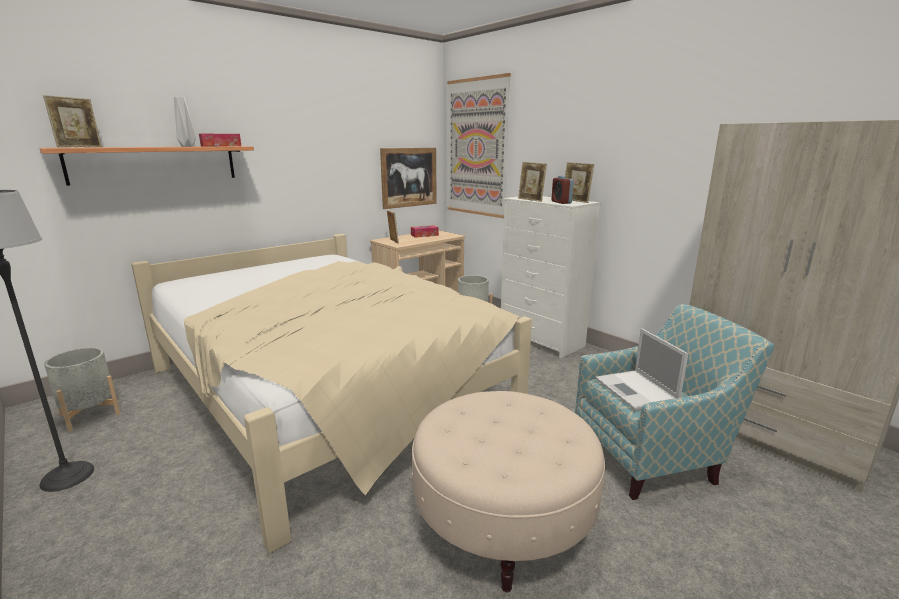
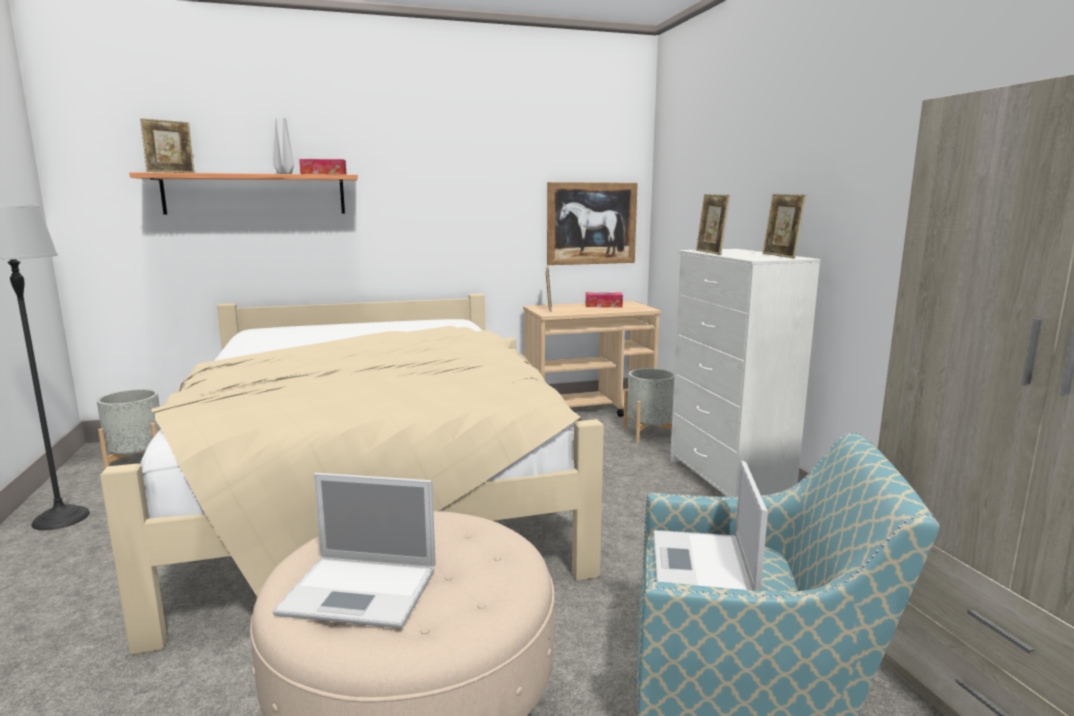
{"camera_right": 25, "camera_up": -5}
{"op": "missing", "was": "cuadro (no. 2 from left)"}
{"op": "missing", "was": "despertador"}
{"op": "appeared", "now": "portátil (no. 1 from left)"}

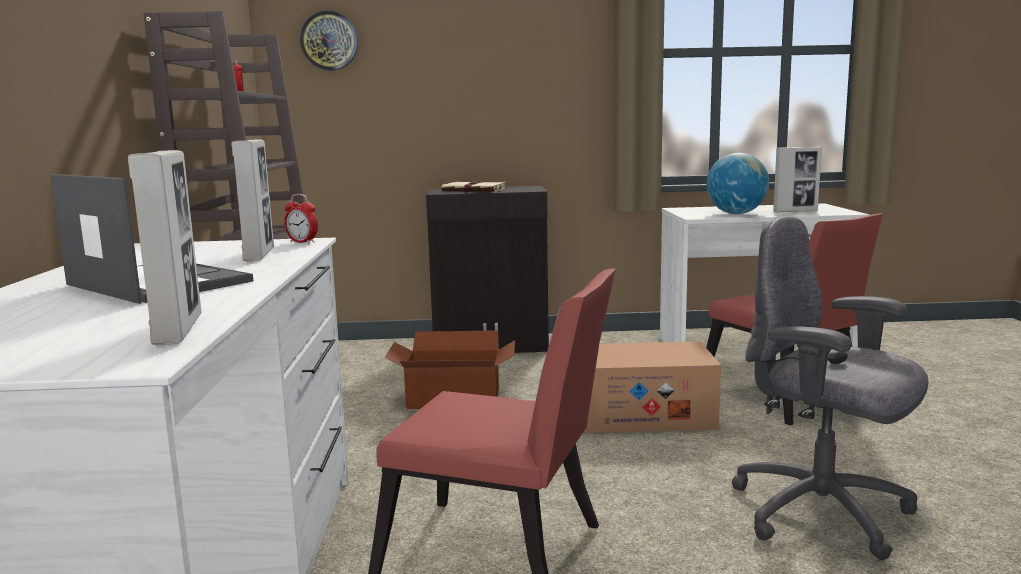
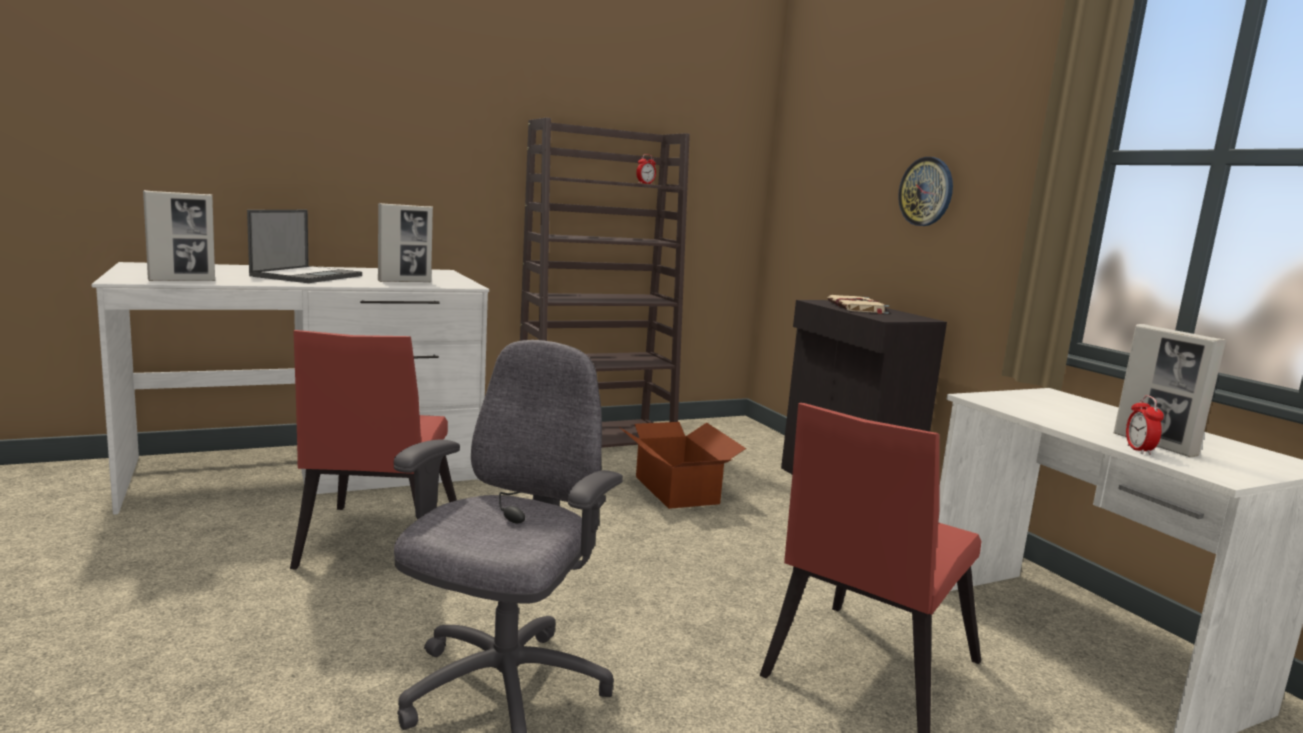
{"camera_right": 65, "camera_up": 0}
{"op": "missing", "was": "caja de cartón (no. 2 from left)"}
{"op": "missing", "was": "globo terráqueo"}
{"op": "relocated", "was": "despertador (no. 2 from left)"}
{"op": "relocated", "was": "reloj de pared"}

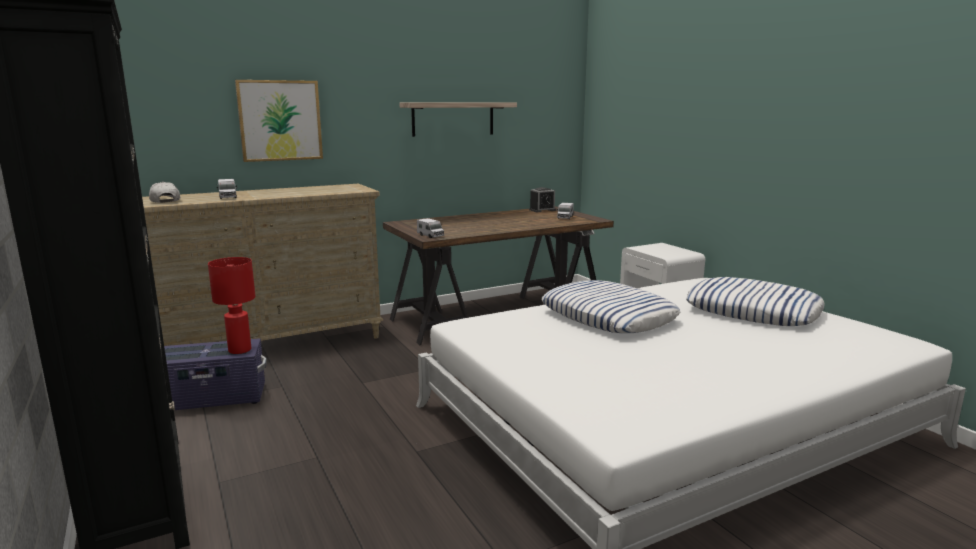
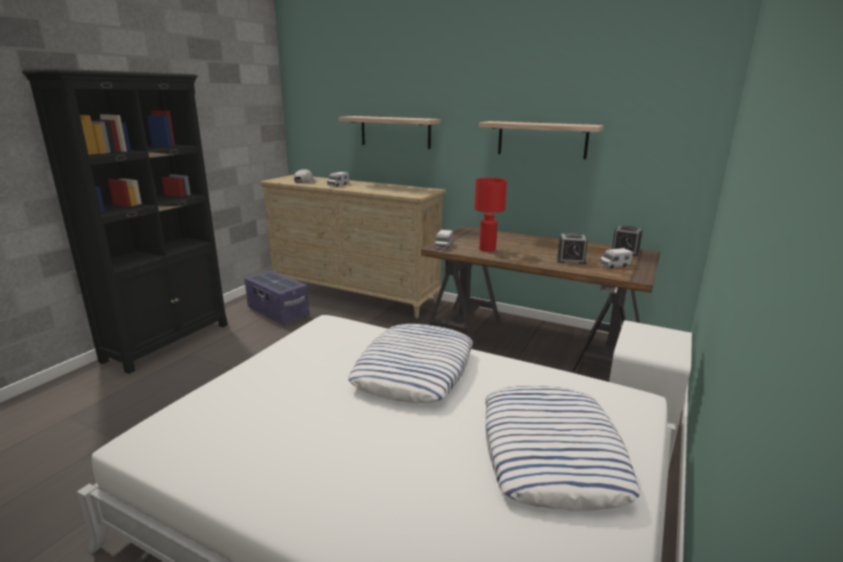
{"camera_right": 55, "camera_up": 5}
{"op": "appeared", "now": "despertador (no. 1 from left)"}
{"op": "relocated", "was": "lámpara de mesa [rojo]"}
{"op": "exchanged", "was": "cuadro", "now": "estante (no. 1 from left)"}

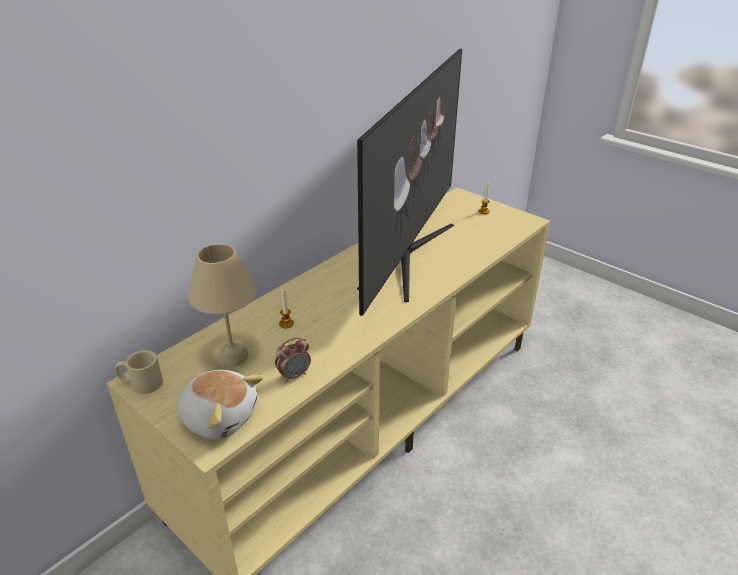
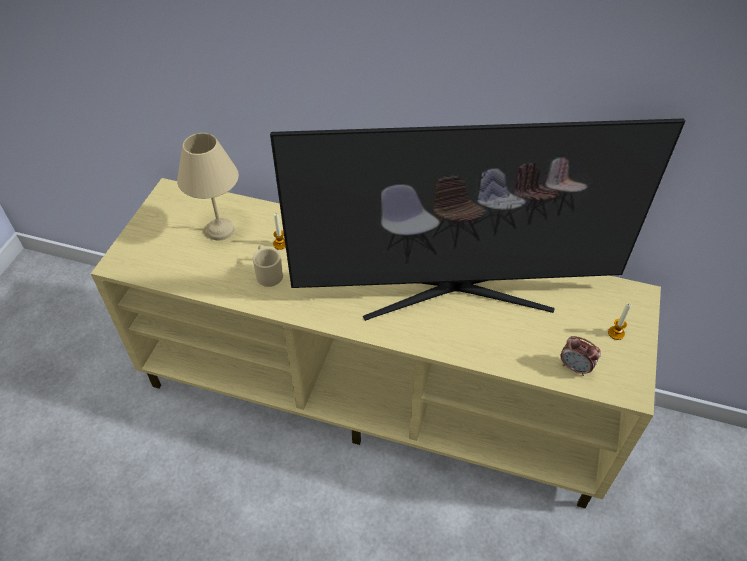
{"camera_right": 65, "camera_up": 15}
{"op": "missing", "was": "peluche"}
{"op": "relocated", "was": "taza grande [beis]"}
{"op": "relocated", "was": "despertador"}

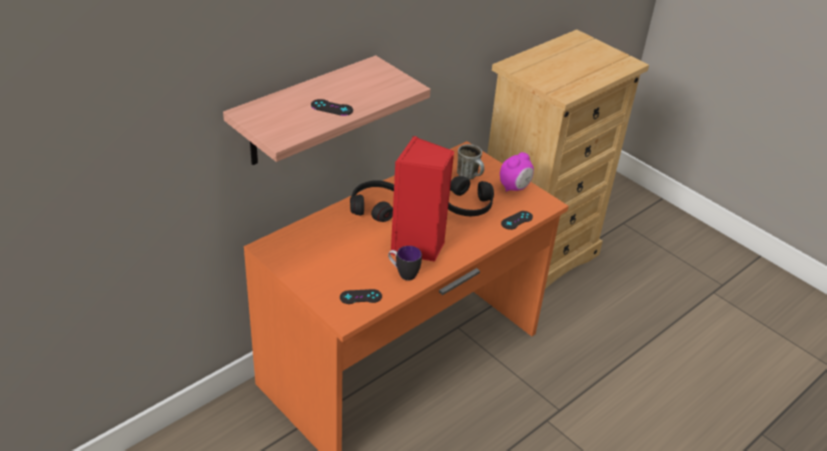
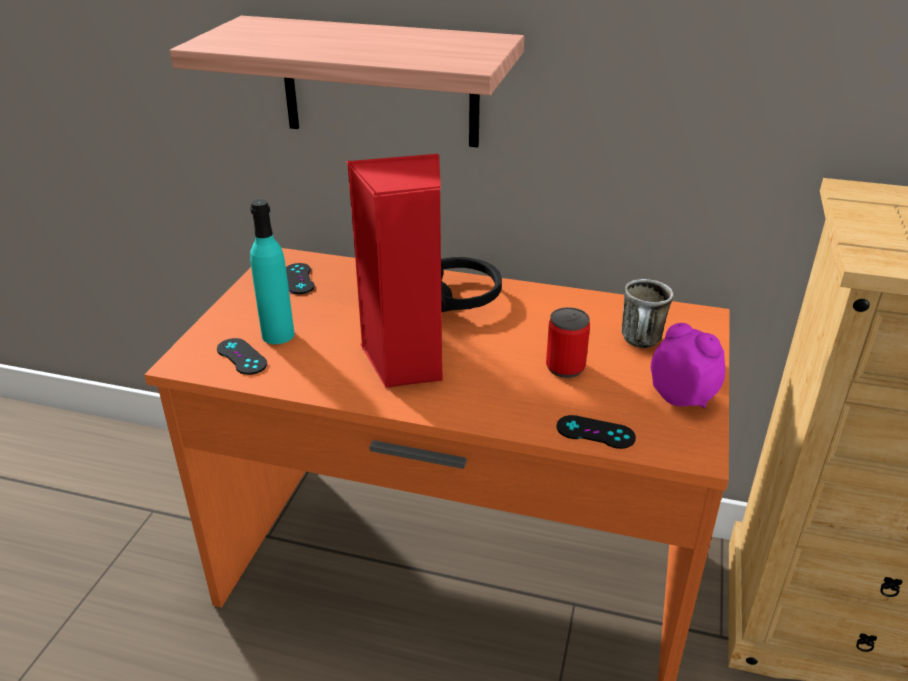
{"camera_right": 60, "camera_up": -5}
{"op": "missing", "was": "taza grande (no. 1 from left)"}
{"op": "appeared", "now": "botella [turquesa]"}
{"op": "relocated", "was": "mando de consola [negro] (no. 1 from left in the first image)", "now": "mando de consola [negro] (no. 2 from left)"}
{"op": "exchanged", "was": "auriculares [negro] (no. 2 from left)", "now": "lata"}
{"op": "spun", "was": "despertador", "clockwise": -150}

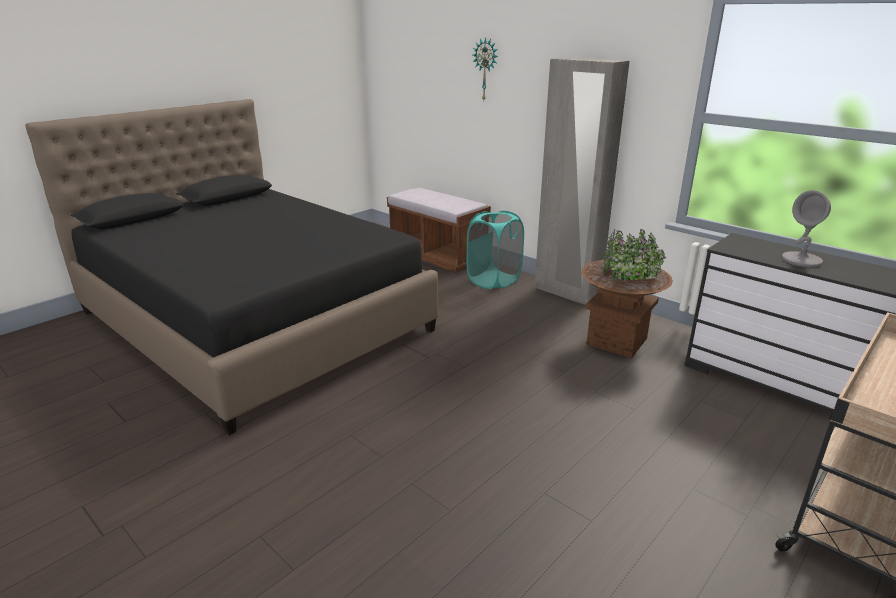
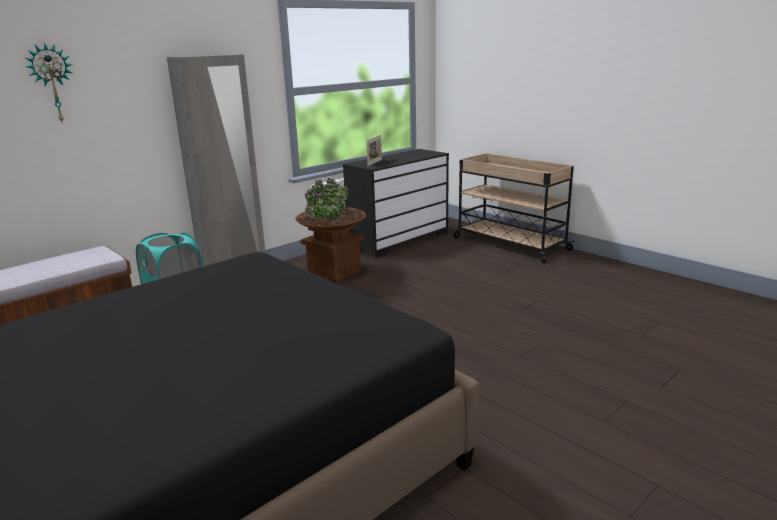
{"camera_right": -85, "camera_up": -5}
{"op": "missing", "was": "lámpara de mesa [gris]"}
{"op": "appeared", "now": "portarretratos"}

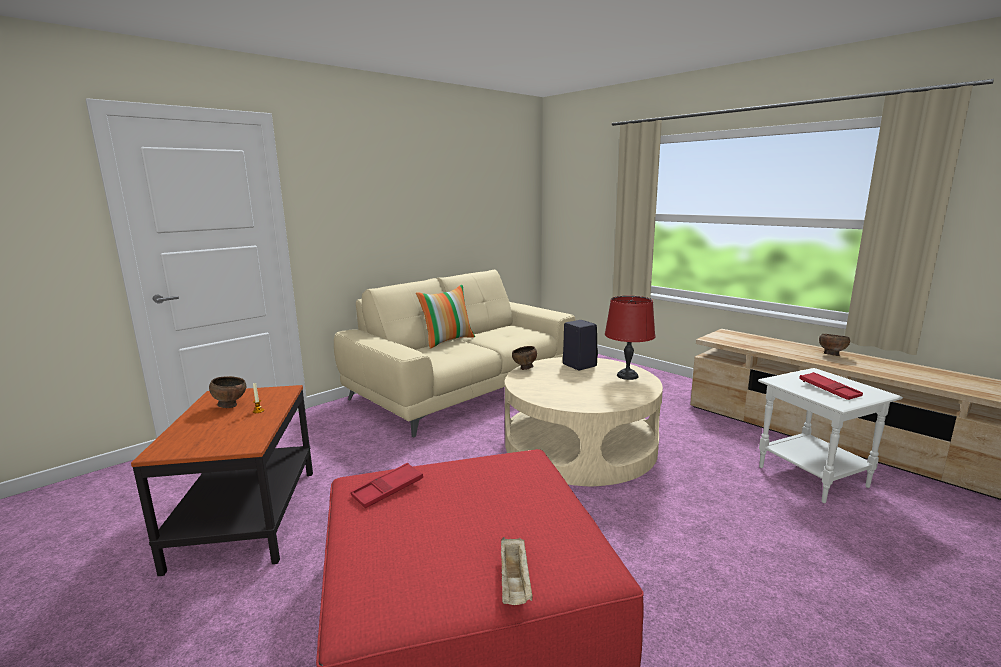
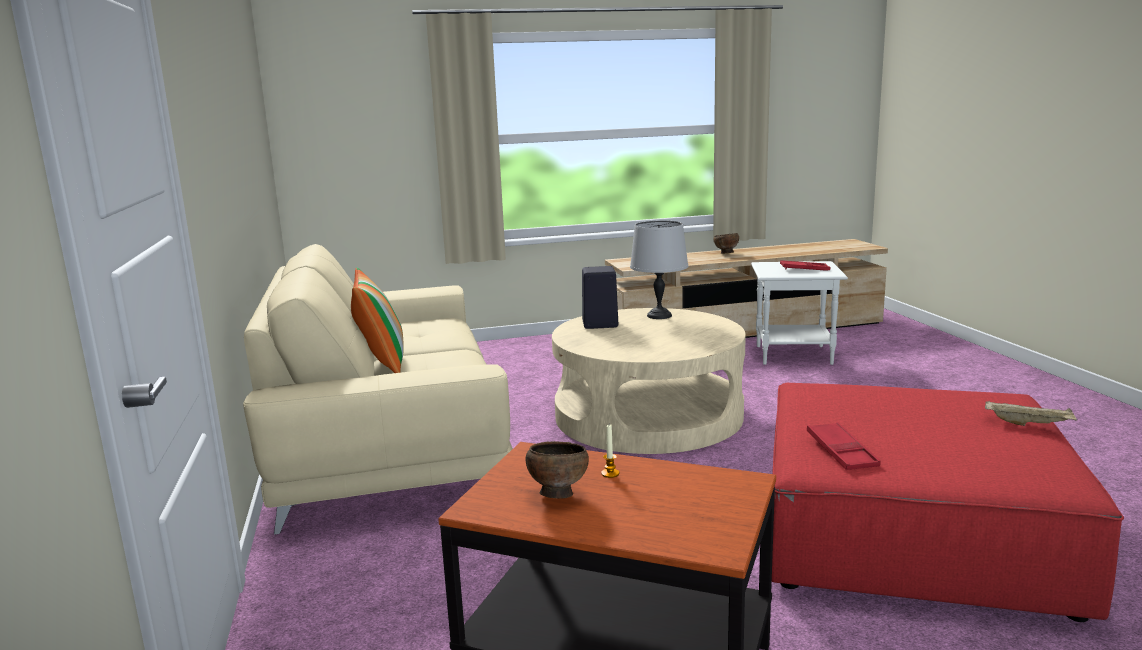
{"camera_right": -60, "camera_up": 0}
{"op": "missing", "was": "cuenco [marrón] (no. 2 from left)"}
{"op": "colour", "was": "lámpara de mesa [rojo]", "now": "lámpara de mesa [gris]"}

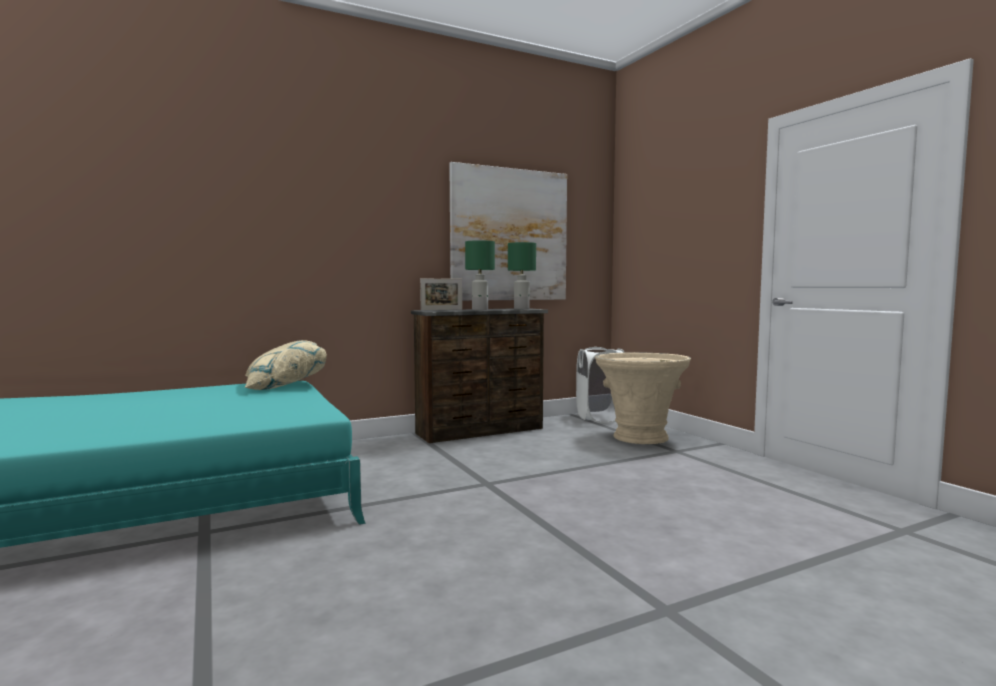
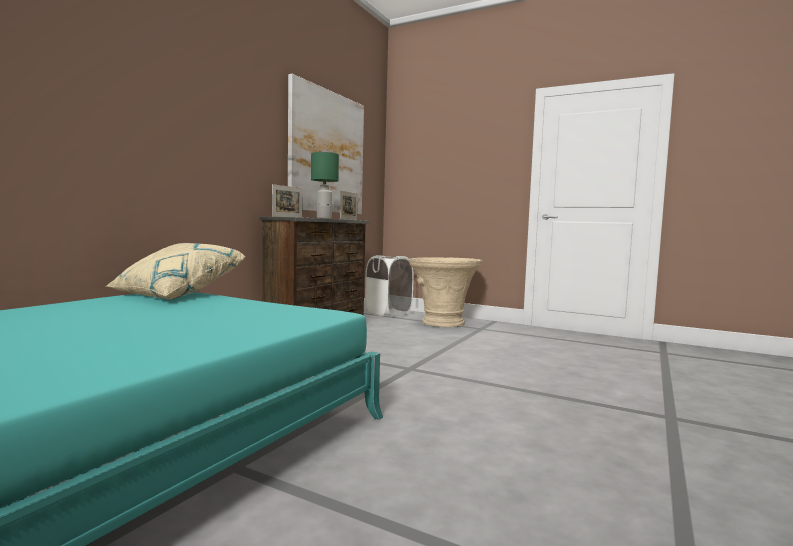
{"camera_right": -35, "camera_up": 0}
{"op": "exchanged", "was": "lámpara de mesa [verde] (no. 2 from left)", "now": "portarretratos (no. 2 from left)"}

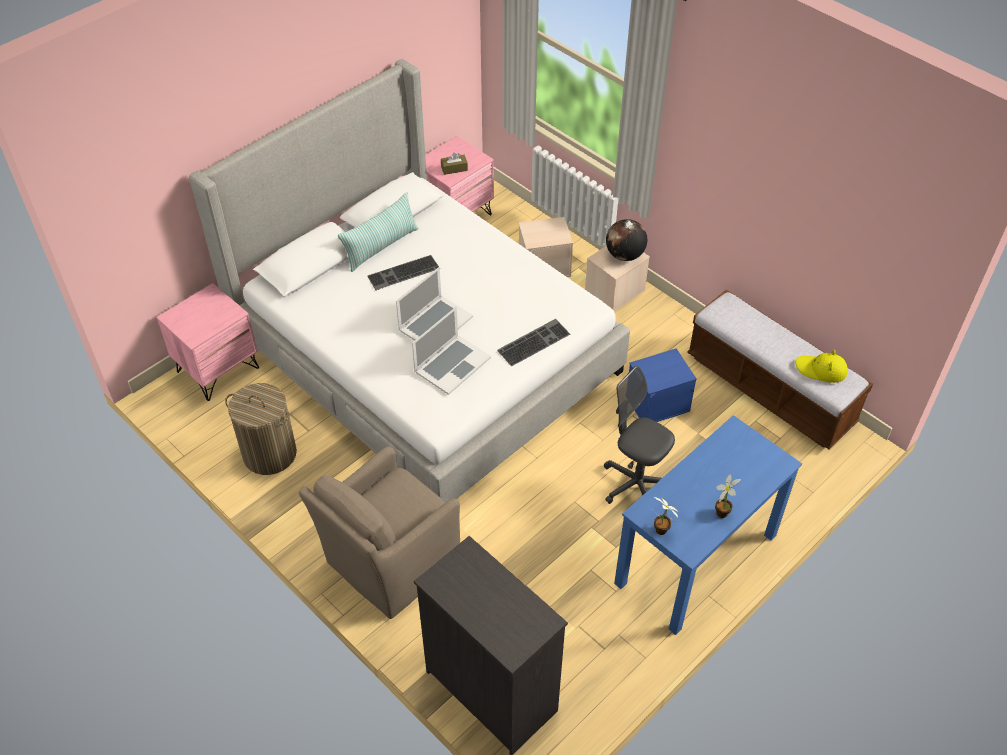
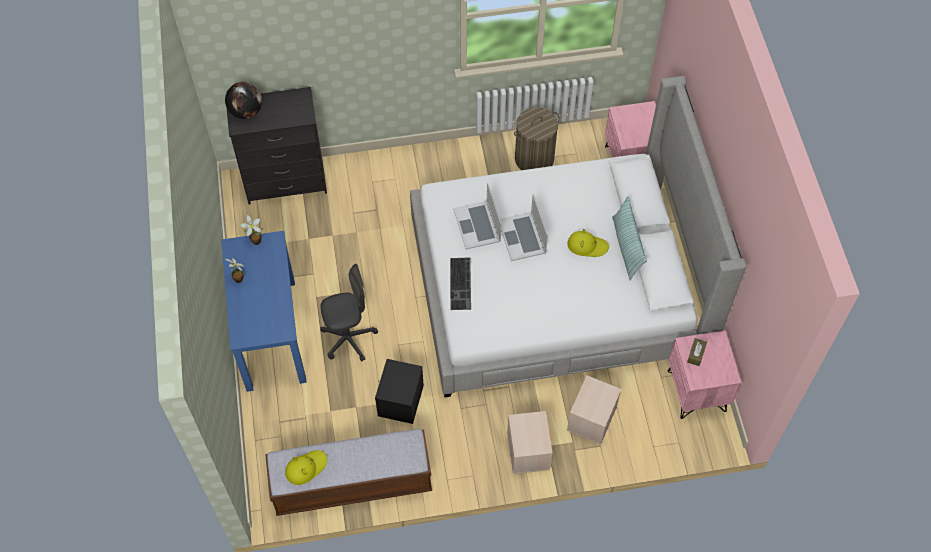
{"camera_right": 125, "camera_up": 10}
{"op": "missing", "was": "sillón [marrón]"}
{"op": "relocated", "was": "globo terráqueo"}
{"op": "exchanged", "was": "teclado (no. 1 from left)", "now": "sombrero [amarillo] (no. 2 from left)"}
{"op": "colour", "was": "caja de almacenaje [azul]", "now": "caja de almacenaje [negro]"}

